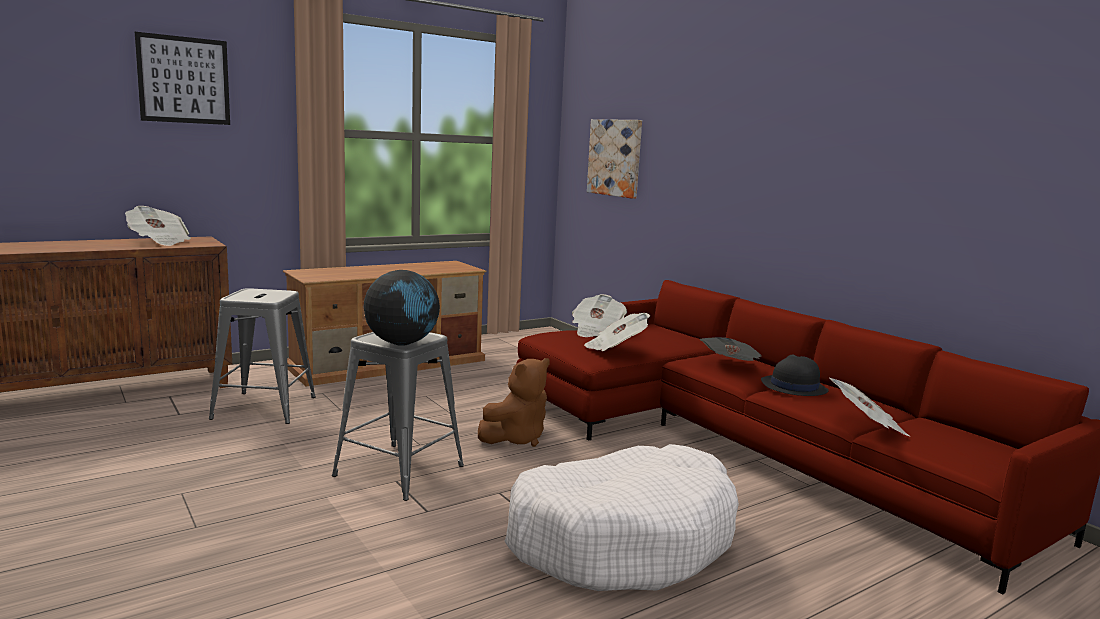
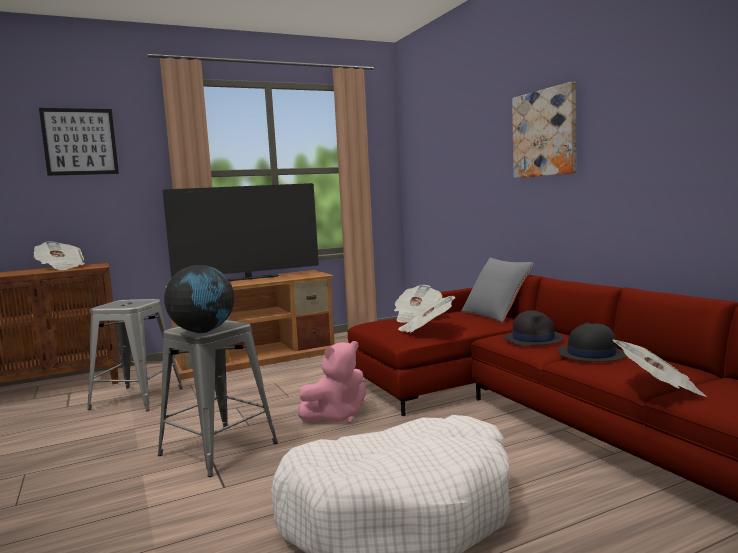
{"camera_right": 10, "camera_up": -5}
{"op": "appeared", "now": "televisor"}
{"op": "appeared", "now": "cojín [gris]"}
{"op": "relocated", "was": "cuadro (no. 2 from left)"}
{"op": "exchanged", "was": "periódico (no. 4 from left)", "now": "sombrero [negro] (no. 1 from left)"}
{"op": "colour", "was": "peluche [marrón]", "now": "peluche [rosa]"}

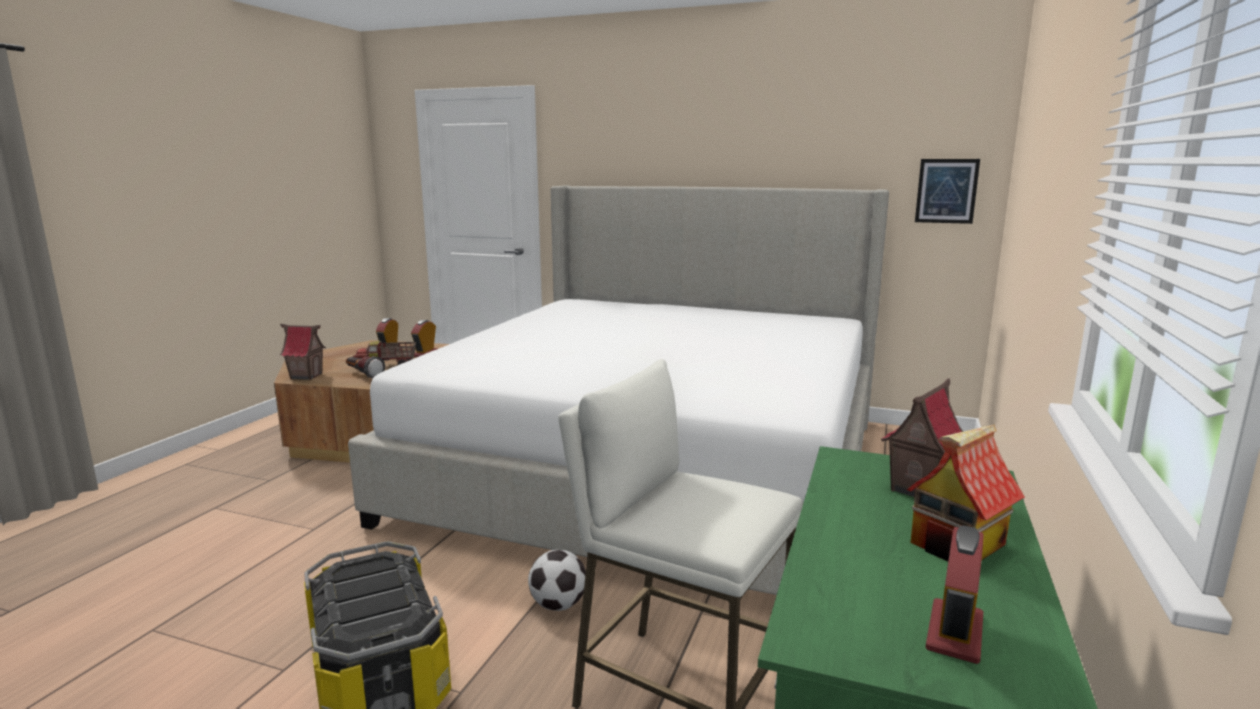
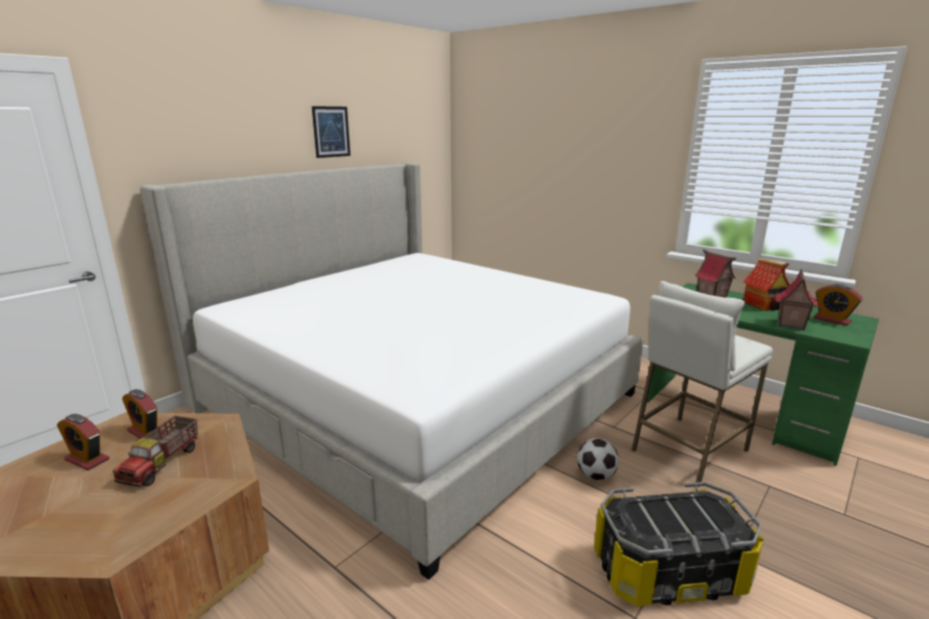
{"camera_right": -70, "camera_up": 5}
{"op": "missing", "was": "linterna"}
{"op": "relocated", "was": "casita (no. 1 from left in the first image)", "now": "casita (no. 3 from left)"}
{"op": "relocated", "was": "cuadro"}

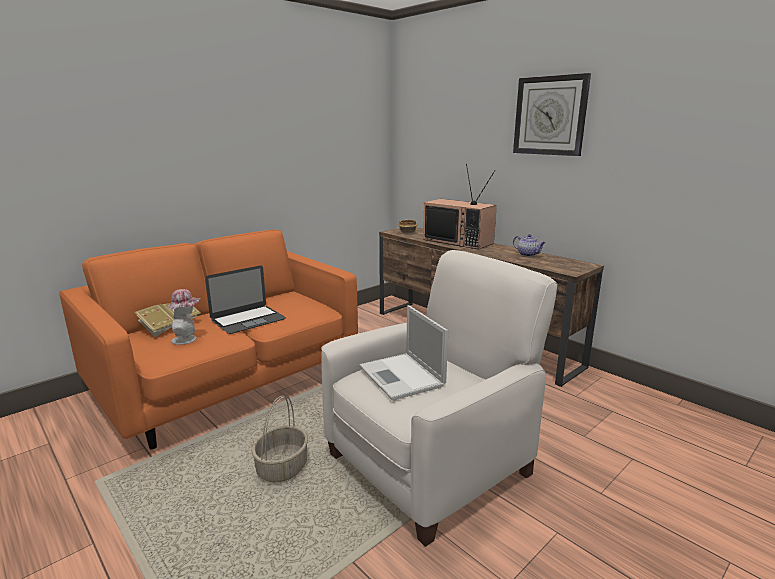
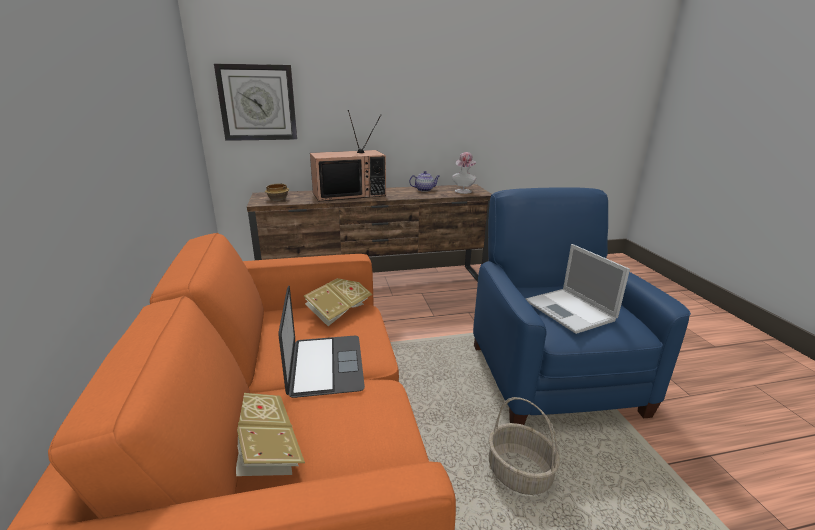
{"camera_right": -60, "camera_up": 5}
{"op": "appeared", "now": "libro (no. 2 from left)"}
{"op": "relocated", "was": "sombrero"}
{"op": "relocated", "was": "reloj de pared"}
{"op": "colour", "was": "sillón [blanco]", "now": "sillón [azul]"}
{"op": "spun", "was": "portátil (no. 2 from left)", "clockwise": 60}

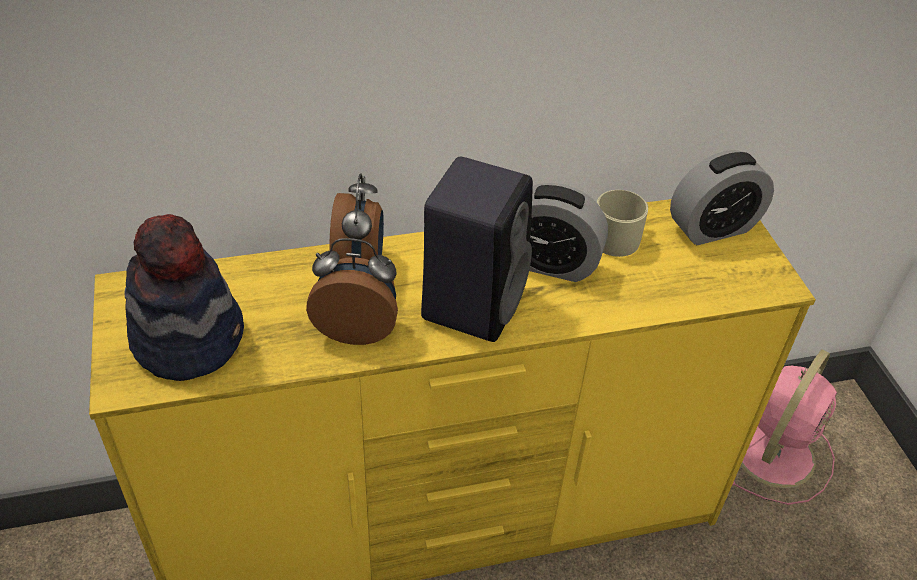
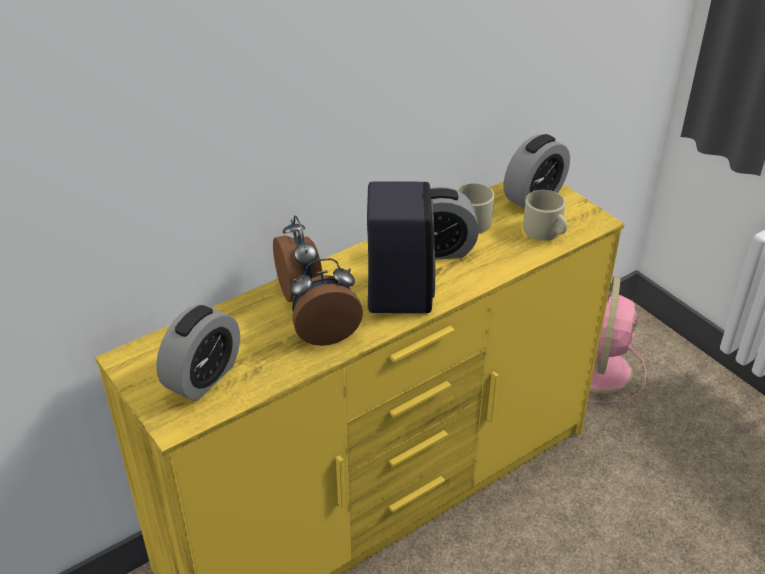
{"camera_right": -20, "camera_up": -5}
{"op": "appeared", "now": "taza grande [beis] (no. 2 from left)"}
{"op": "exchanged", "was": "sombrero", "now": "despertador (no. 1 from left)"}

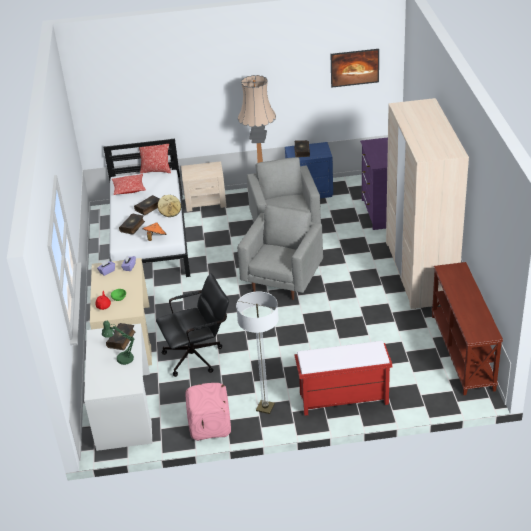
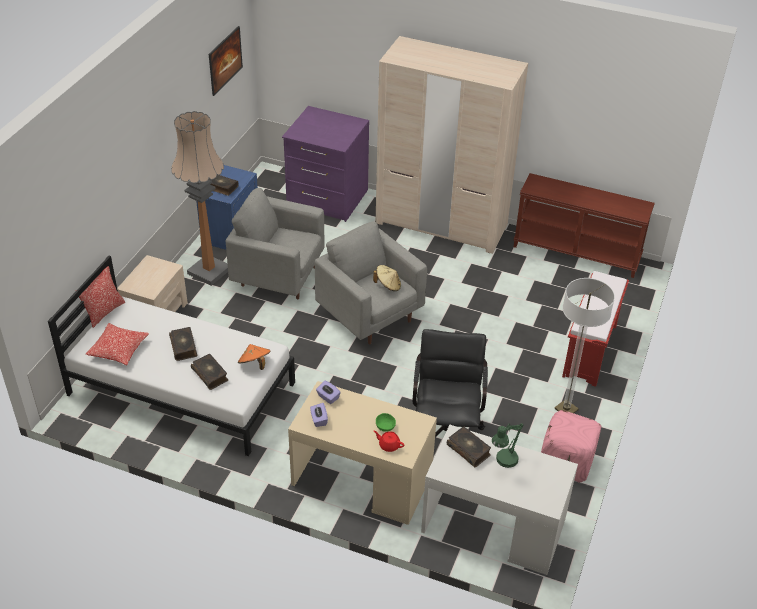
{"camera_right": -65, "camera_up": 5}
{"op": "relocated", "was": "sombrero [beis]"}

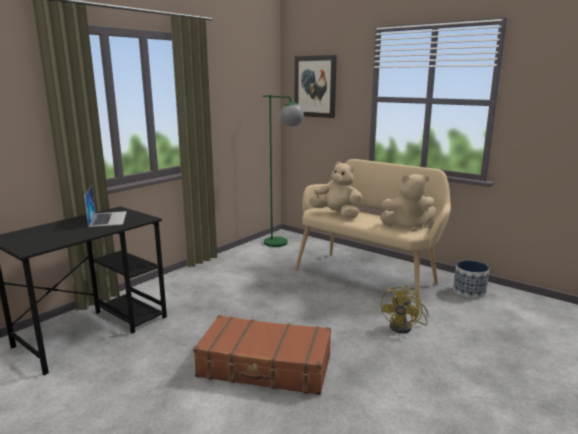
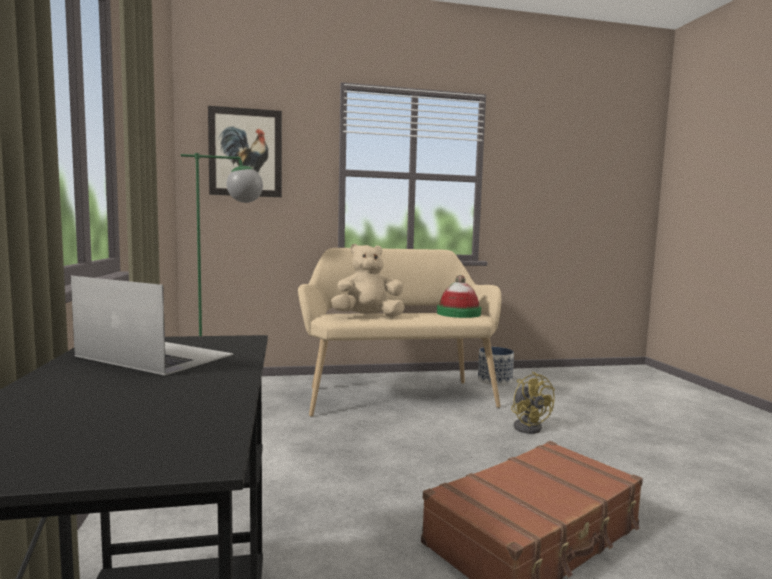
{"camera_right": -50, "camera_up": -10}
{"op": "exchanged", "was": "peluche [beis] (no. 2 from left)", "now": "sombrero"}

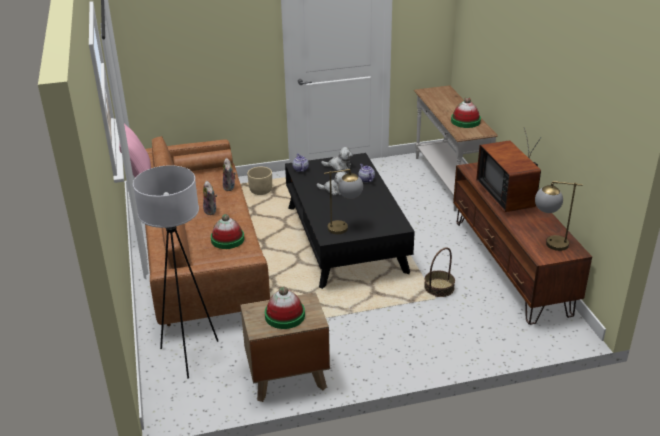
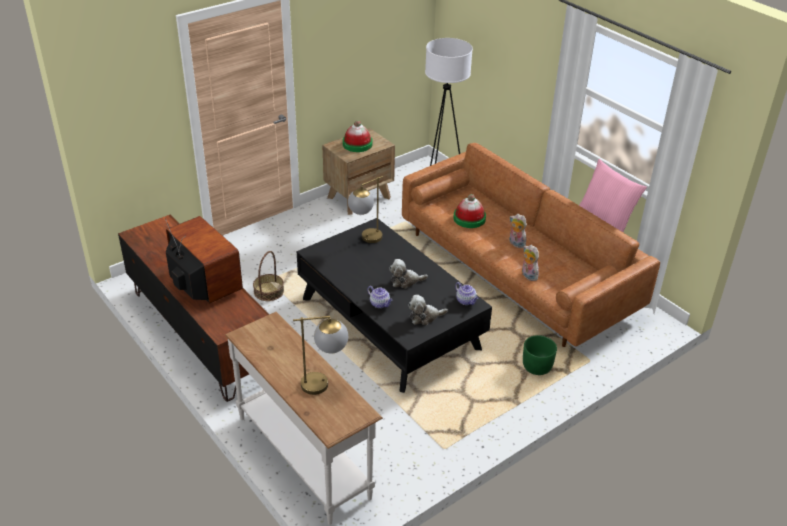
{"camera_right": 155, "camera_up": 5}
{"op": "missing", "was": "sombrero (no. 3 from left)"}
{"op": "relocated", "was": "lámpara de mesa (no. 2 from left in the first image)", "now": "lámpara de mesa (no. 1 from left)"}
{"op": "colour", "was": "maceta [beis]", "now": "maceta [verde]"}

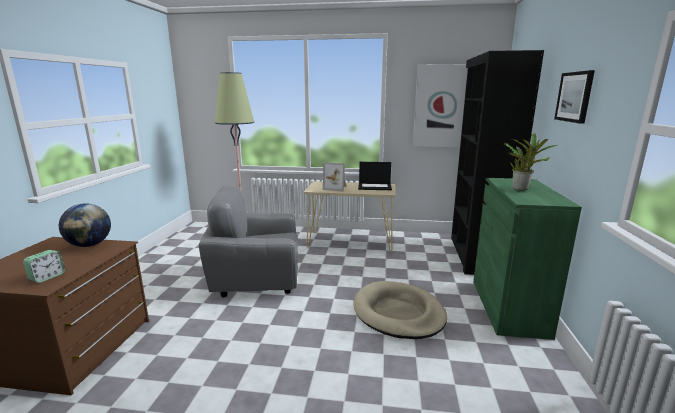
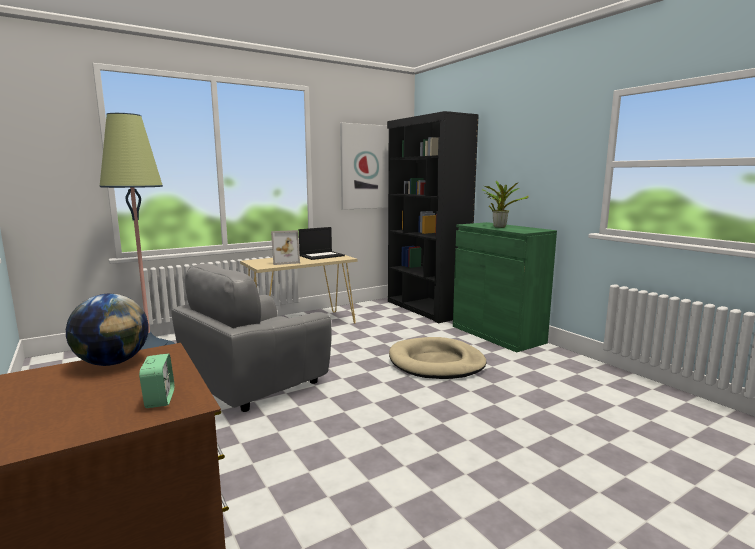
{"camera_right": -40, "camera_up": -5}
{"op": "missing", "was": "cuadro (no. 2 from left)"}

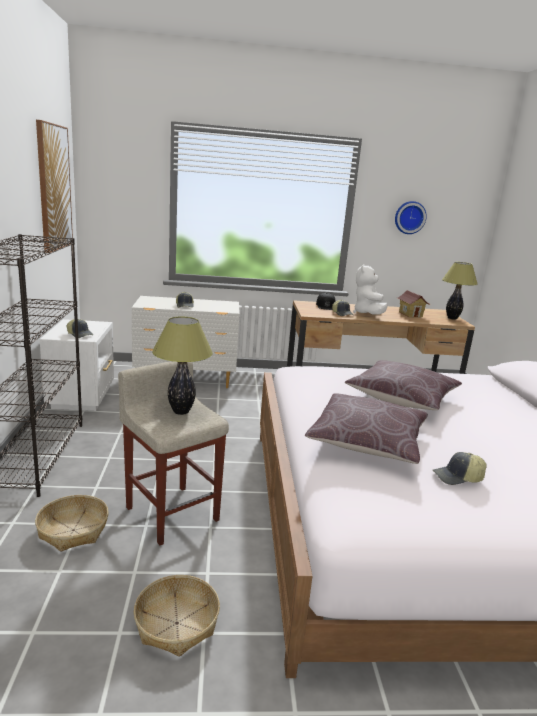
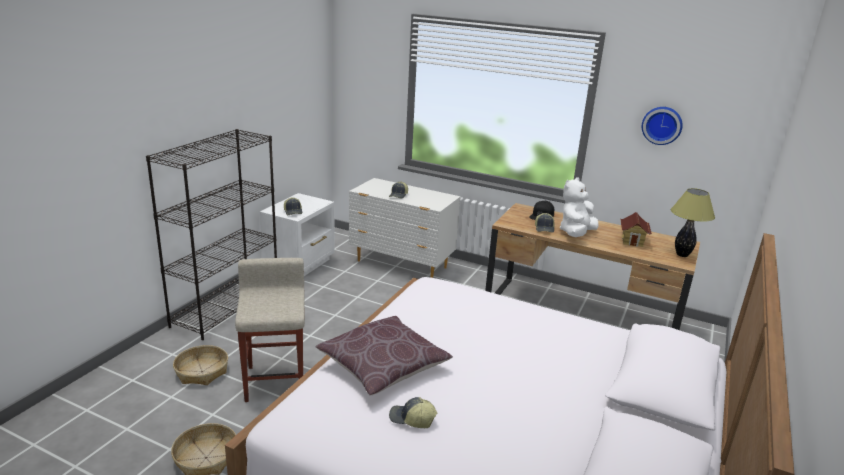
{"camera_right": 30, "camera_up": 5}
{"op": "missing", "was": "cuadro"}
{"op": "missing", "was": "lámpara de mesa (no. 1 from left)"}
{"op": "missing", "was": "cojín [marrón] (no. 2 from left)"}

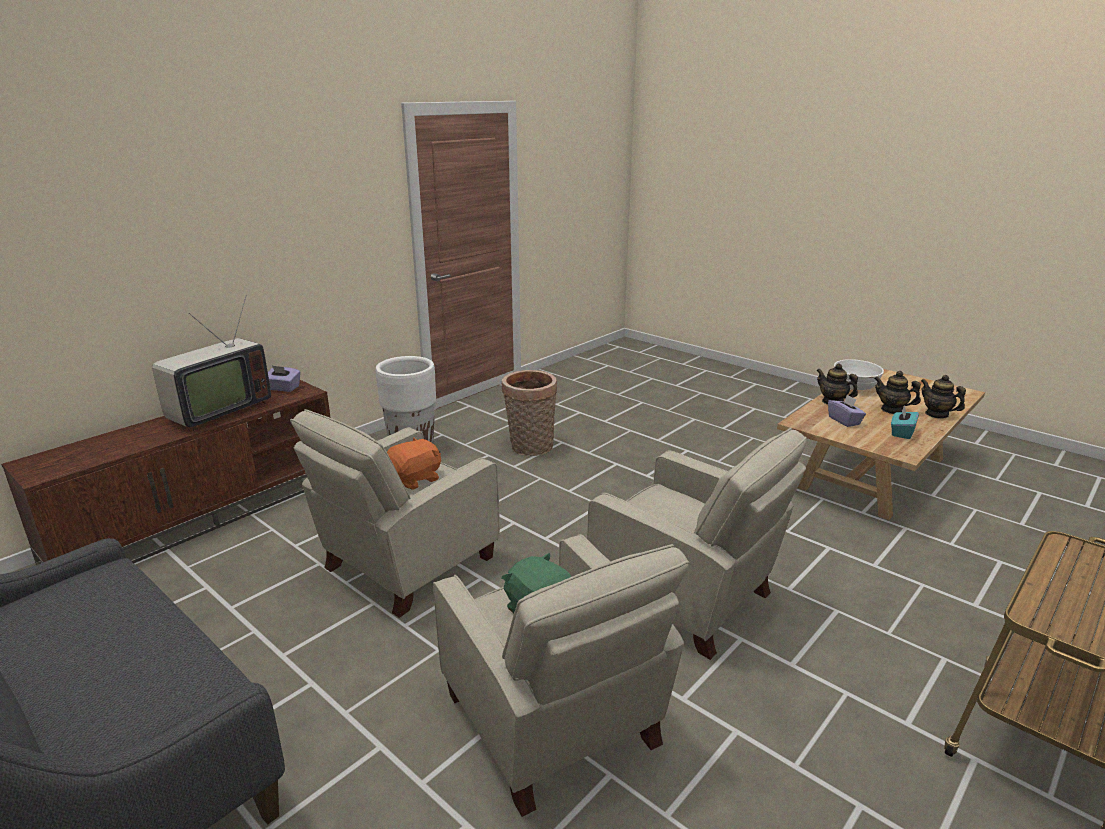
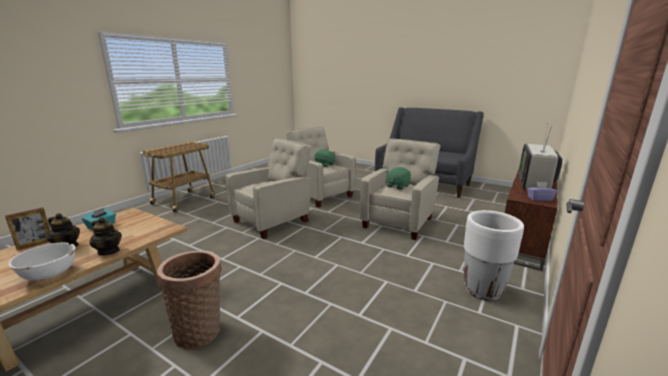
{"camera_right": 170, "camera_up": -5}
{"op": "missing", "was": "caja de pañuelos [morado] (no. 2 from left)"}
{"op": "relocated", "was": "cesta"}
{"op": "exchanged", "was": "tetera (no. 3 from left)", "now": "portarretratos"}
{"op": "colour", "was": "peluche [naranja]", "now": "peluche [verde] (no. 2 from left)"}
{"op": "spun", "was": "sillón [beis] (no. 3 from left in the first image)", "clockwise": 105}

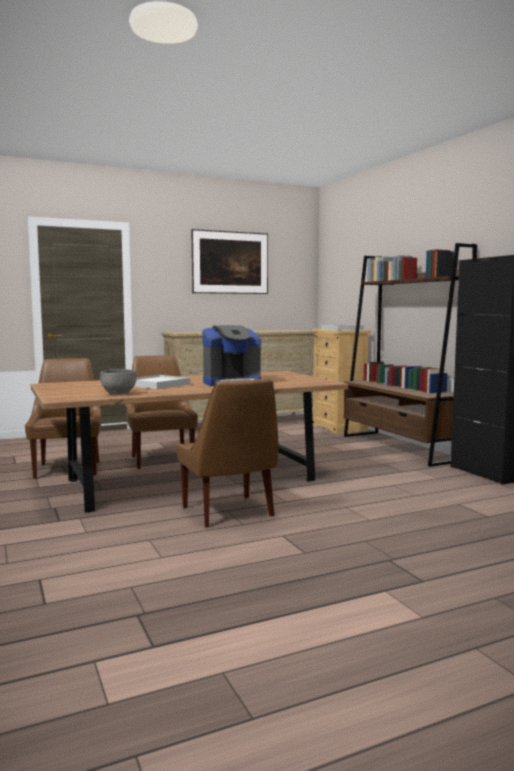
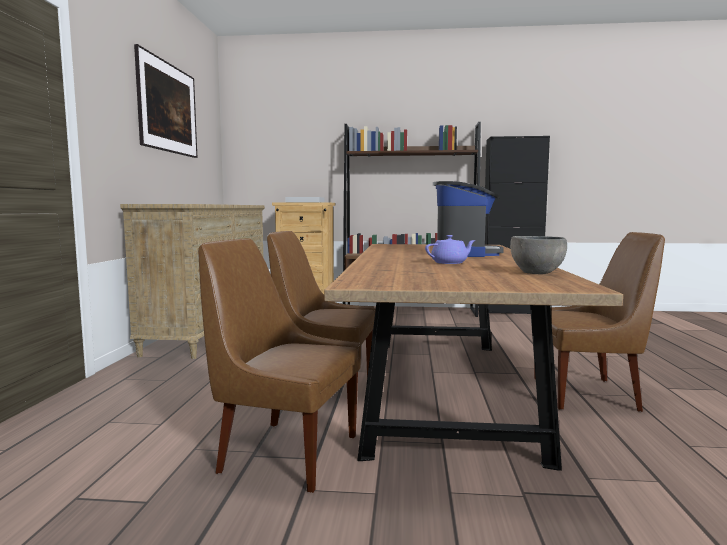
{"camera_right": -60, "camera_up": 0}
{"op": "exchanged", "was": "bandeja [blanco] (no. 1 from left)", "now": "tetera [morado]"}

